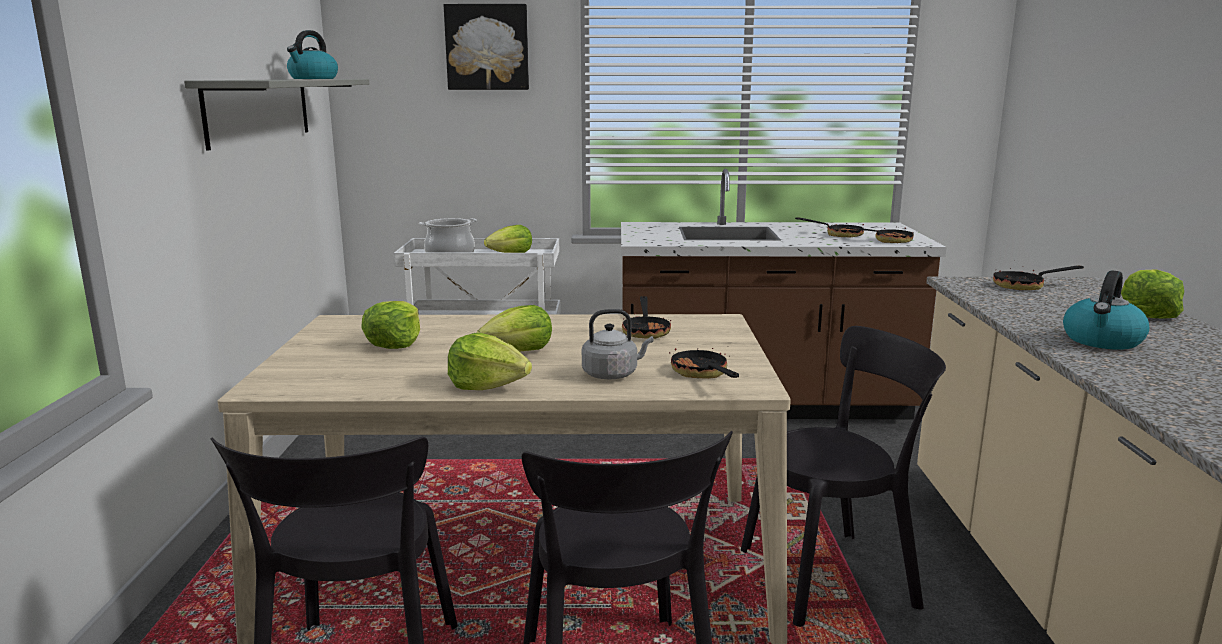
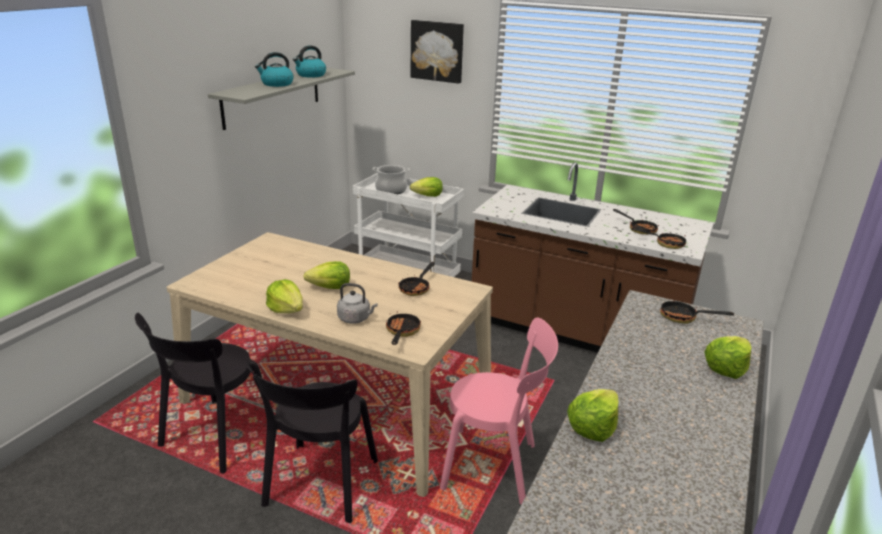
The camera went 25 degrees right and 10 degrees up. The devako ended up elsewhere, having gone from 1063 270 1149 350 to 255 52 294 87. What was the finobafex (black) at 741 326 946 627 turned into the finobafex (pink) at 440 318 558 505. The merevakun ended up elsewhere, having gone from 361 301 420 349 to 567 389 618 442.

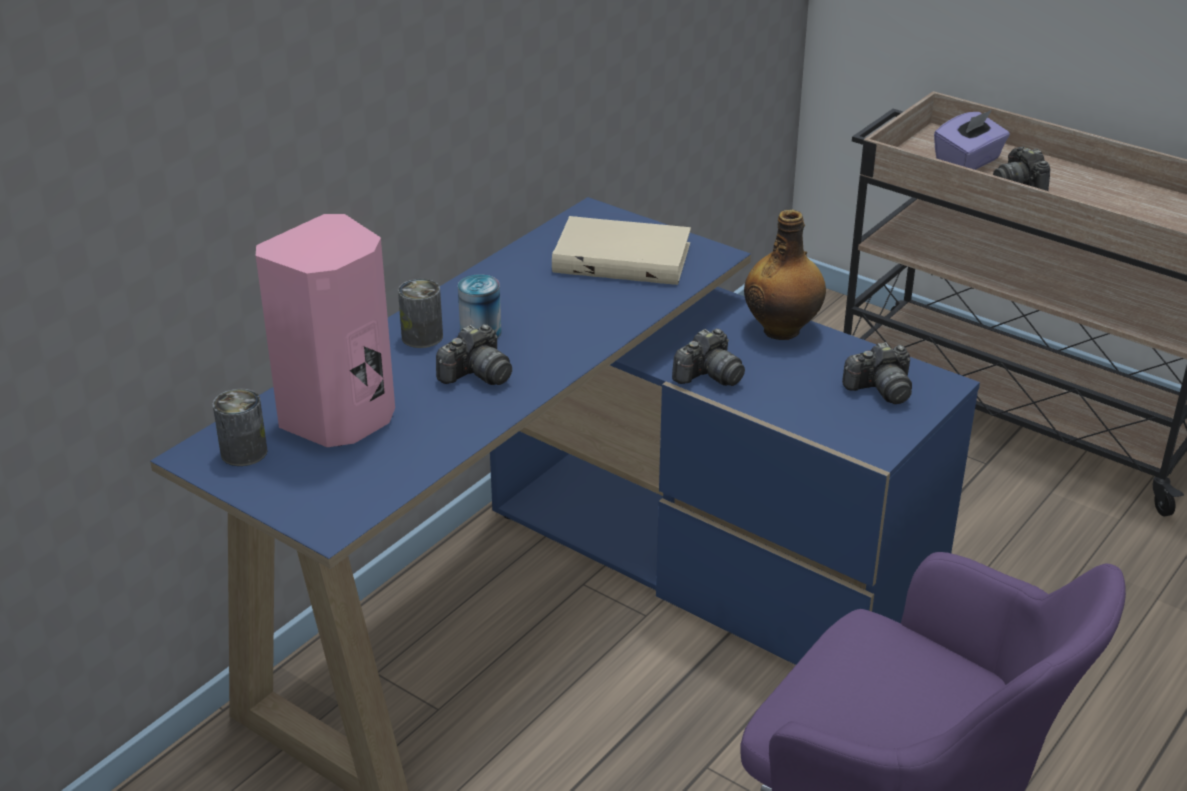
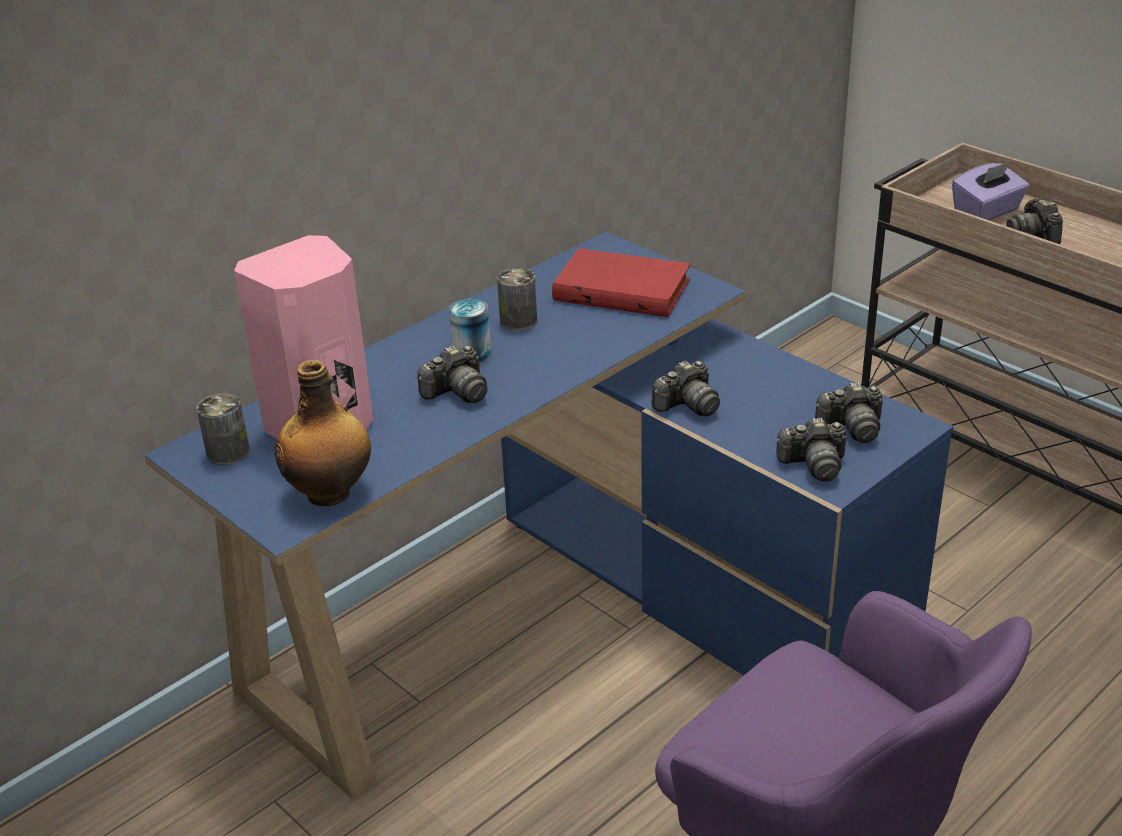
The camera went 10 degrees right and 0 degrees up. The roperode ended up elsewhere, having gone from 744 210 826 340 to 275 360 371 507. The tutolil ended up elsewhere, having gone from 398 279 443 348 to 497 268 537 330. What was the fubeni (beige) at 552 216 691 285 turned into the fubeni (red) at 552 248 690 317. The second view gained the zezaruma at 776 418 846 482.

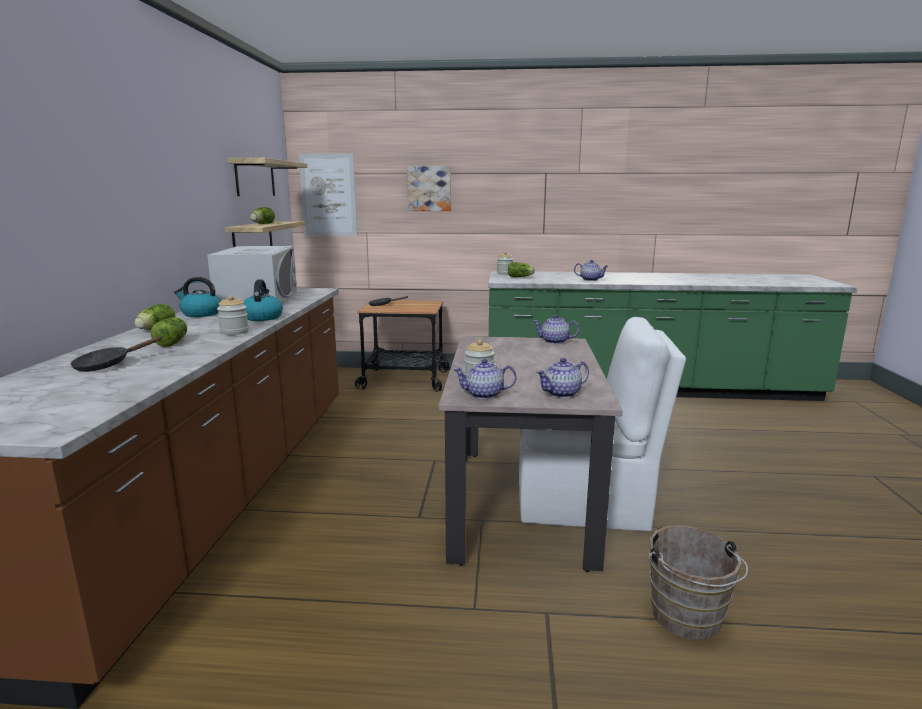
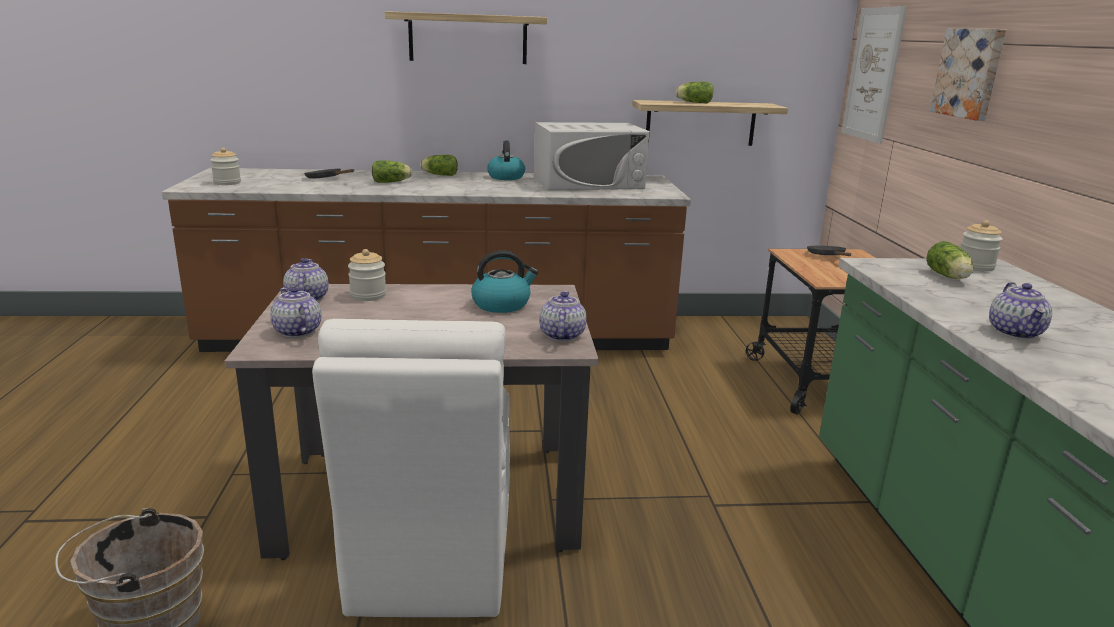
The camera went 80 degrees right and 5 degrees up. The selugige ended up elsewhere, having gone from 217 295 249 335 to 210 148 241 185. The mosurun ended up elsewhere, having gone from 227 158 308 196 to 385 11 547 64. The devako ended up elsewhere, having gone from 243 280 283 321 to 471 250 539 313.

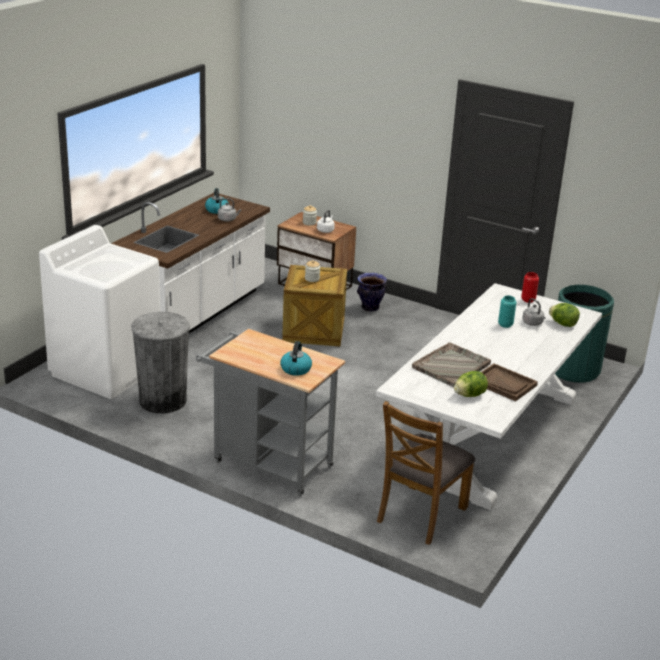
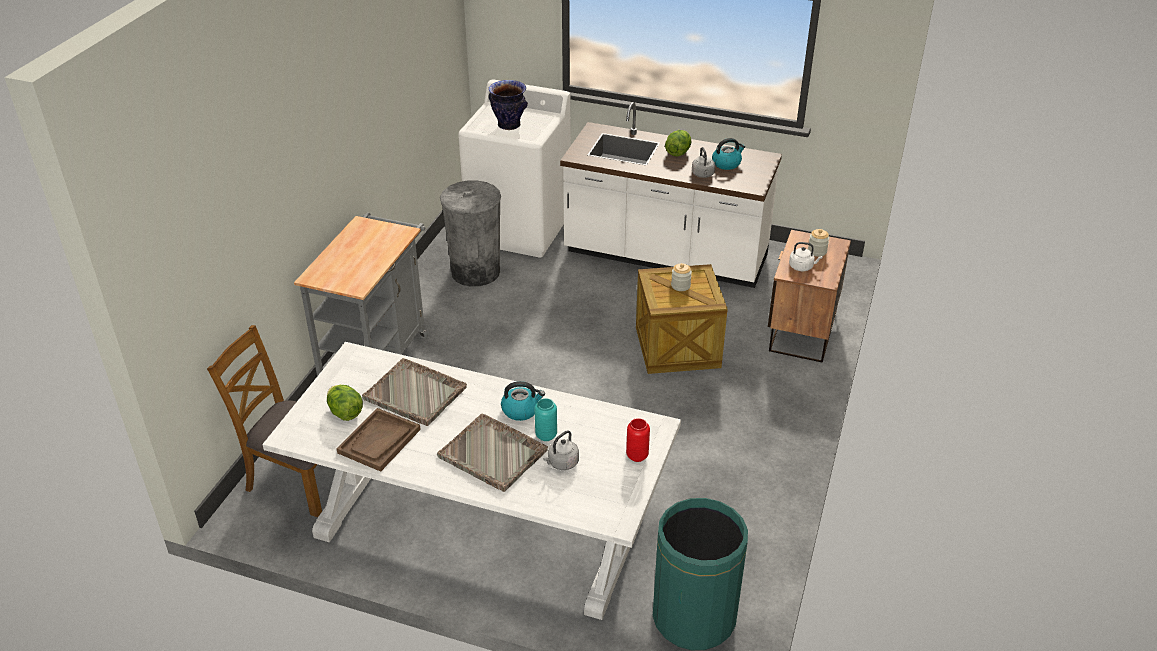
The camera went 80 degrees right and 10 degrees up. The second view gained the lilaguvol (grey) at 437 413 548 492. The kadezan ended up elsewhere, having gone from 357 273 387 312 to 488 80 528 130. The devako ended up elsewhere, having gone from 280 341 312 376 to 501 381 545 421. The merevakun ended up elsewhere, having gone from 549 303 580 327 to 665 130 691 156.

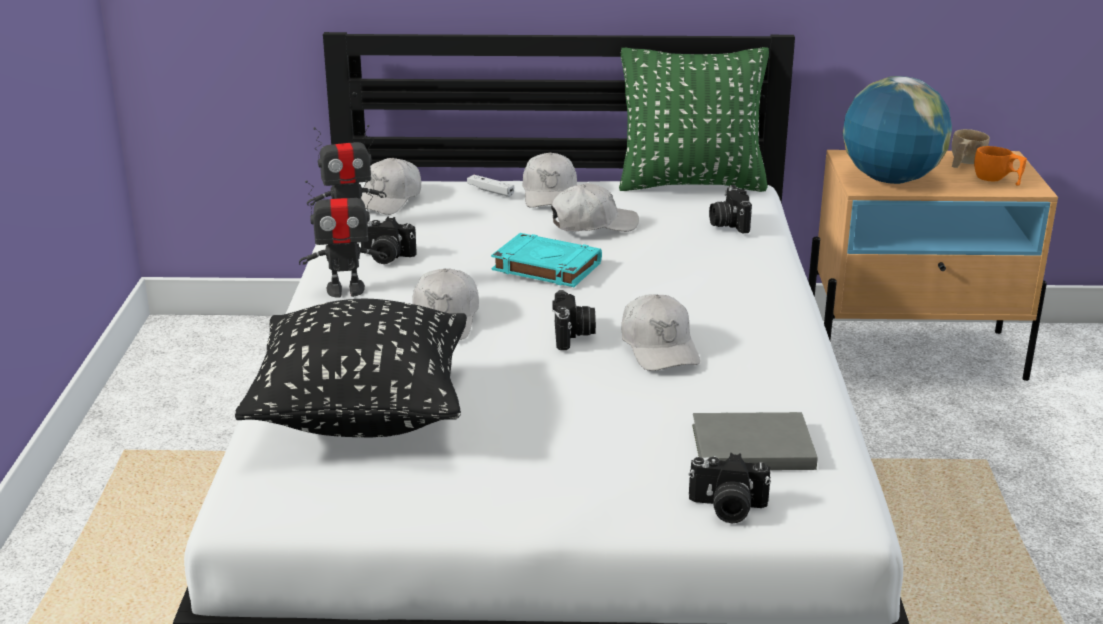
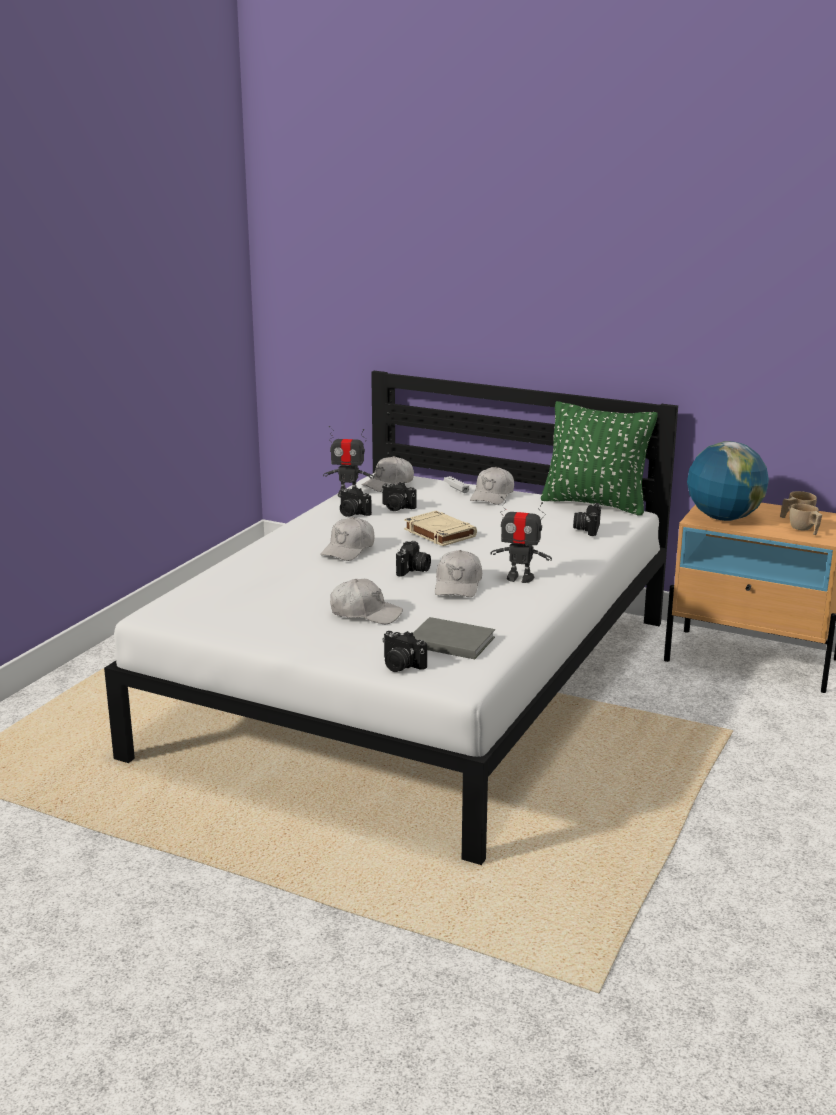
The camera went 25 degrees right and 5 degrees down. The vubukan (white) ended up elsewhere, having gone from 551 183 639 232 to 330 579 403 624. The second view gained the zezaruma at 381 482 416 511. What was the fubeni (turquoise) at 491 233 602 287 turned into the fubeni (beige) at 404 511 477 546. The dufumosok ended up elsewhere, having gone from 299 180 388 298 to 491 496 552 583. What was the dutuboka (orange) at 974 146 1027 185 turned into the dutuboka (beige) at 790 504 822 535. The second view lost the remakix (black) at 235 299 467 437.

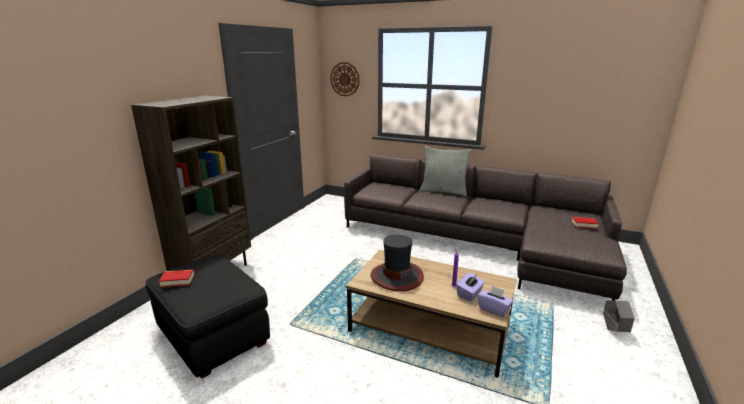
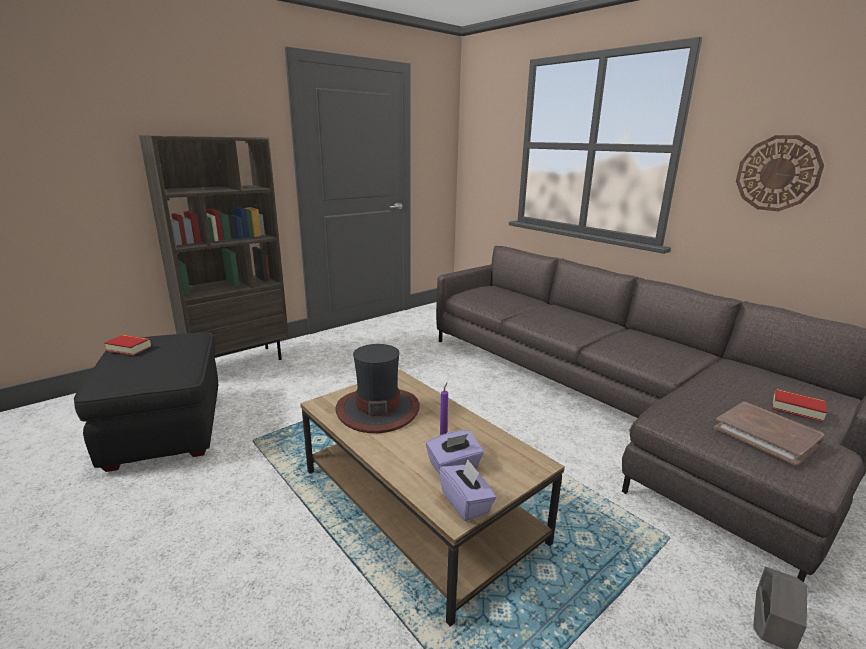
The camera went 25 degrees right and 0 degrees up. The second view gained the fubeni (brown) at 714 402 824 466. The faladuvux ended up elsewhere, having gone from 330 62 359 96 to 736 135 824 211. The second view lost the remakix (grey) at 419 146 472 197.

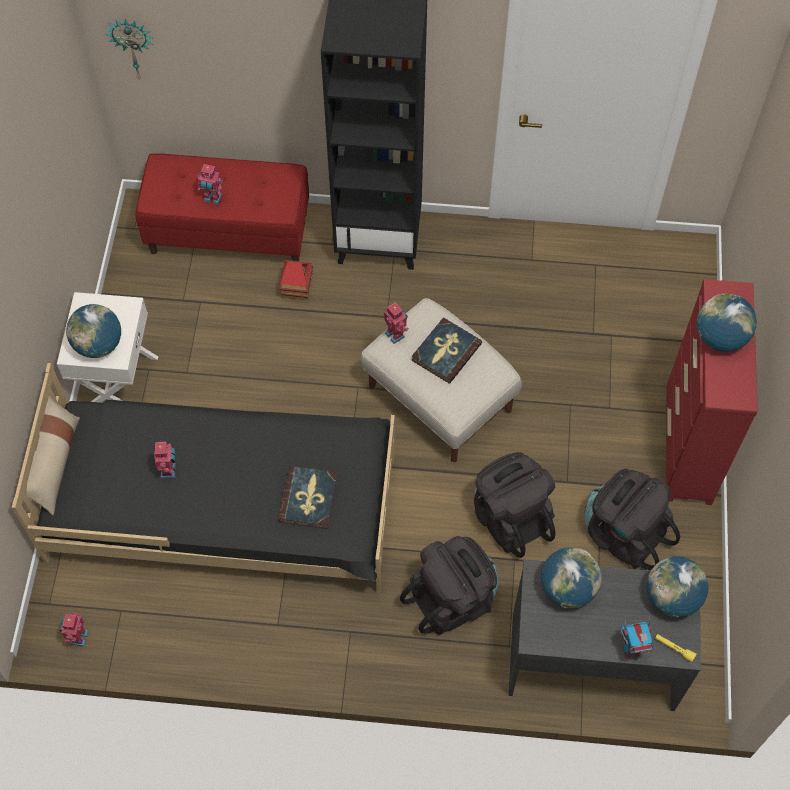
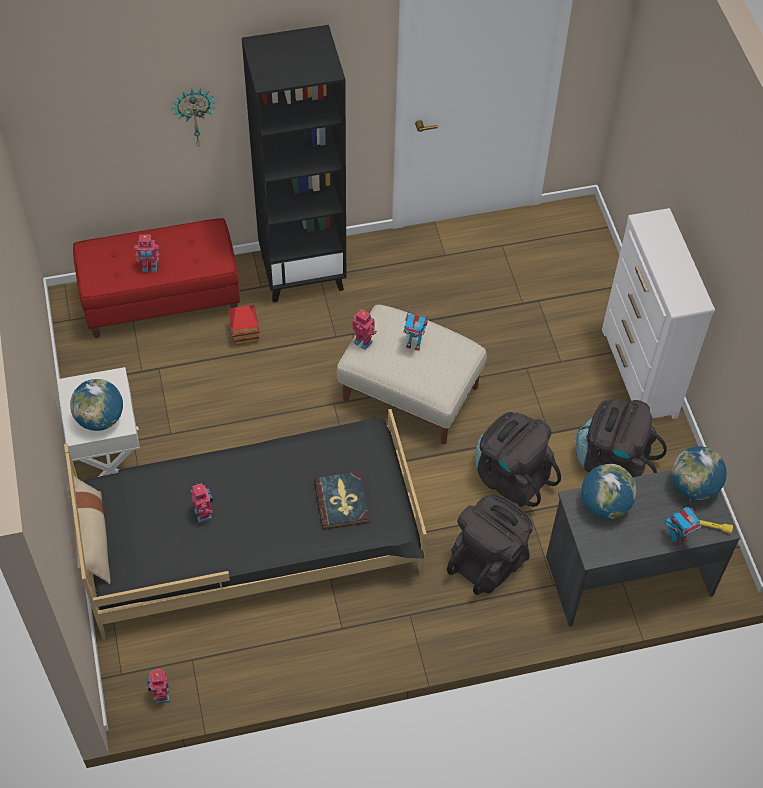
The camera went 20 degrees left and 5 degrees down. The faladuvux ended up elsewhere, having gone from 105 19 153 80 to 171 89 216 147. Where the fubeni stood at 412 317 482 384, the dufumosok came to stand at 403 305 429 351. What was the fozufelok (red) at 666 279 758 505 turned into the fozufelok (white) at 602 208 715 419. The second view lost the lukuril at 697 293 757 352.

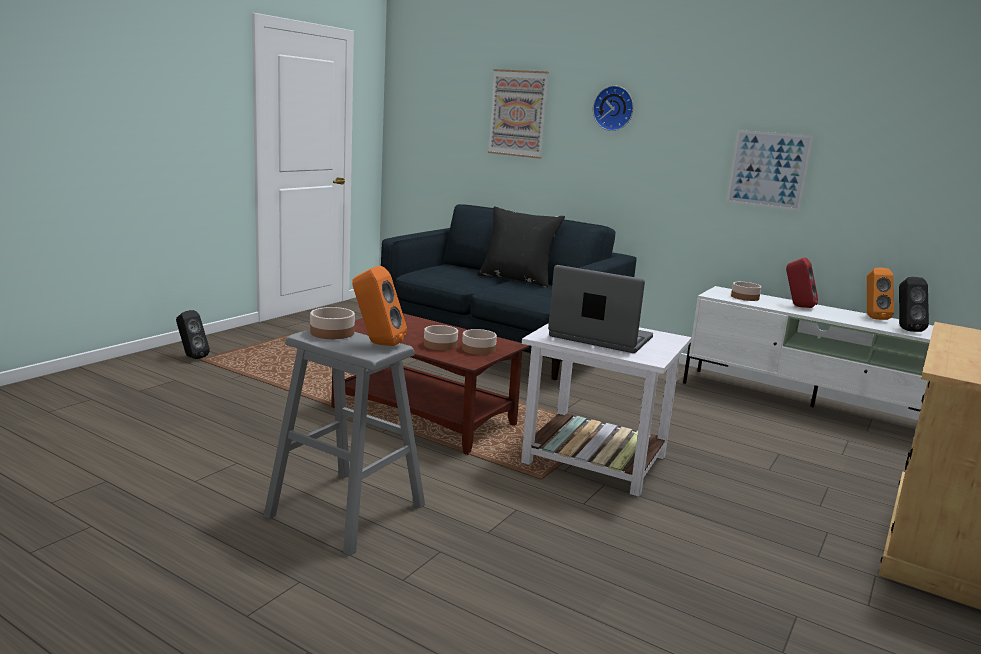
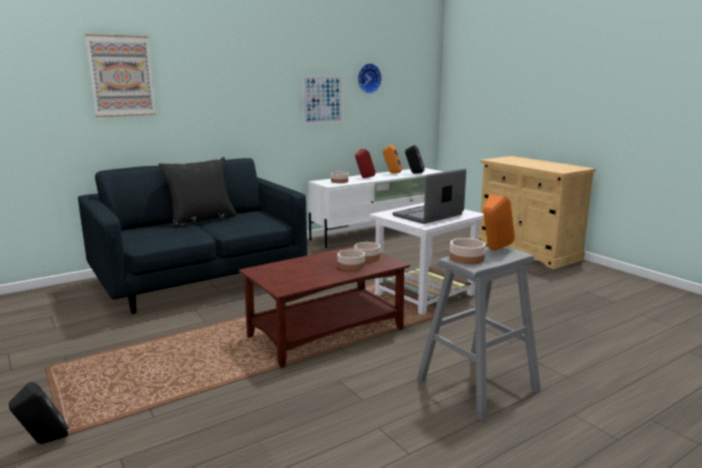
The camera went 65 degrees left and 0 degrees up. The faladuvux ended up elsewhere, having gone from 593 86 634 131 to 358 63 382 94.

